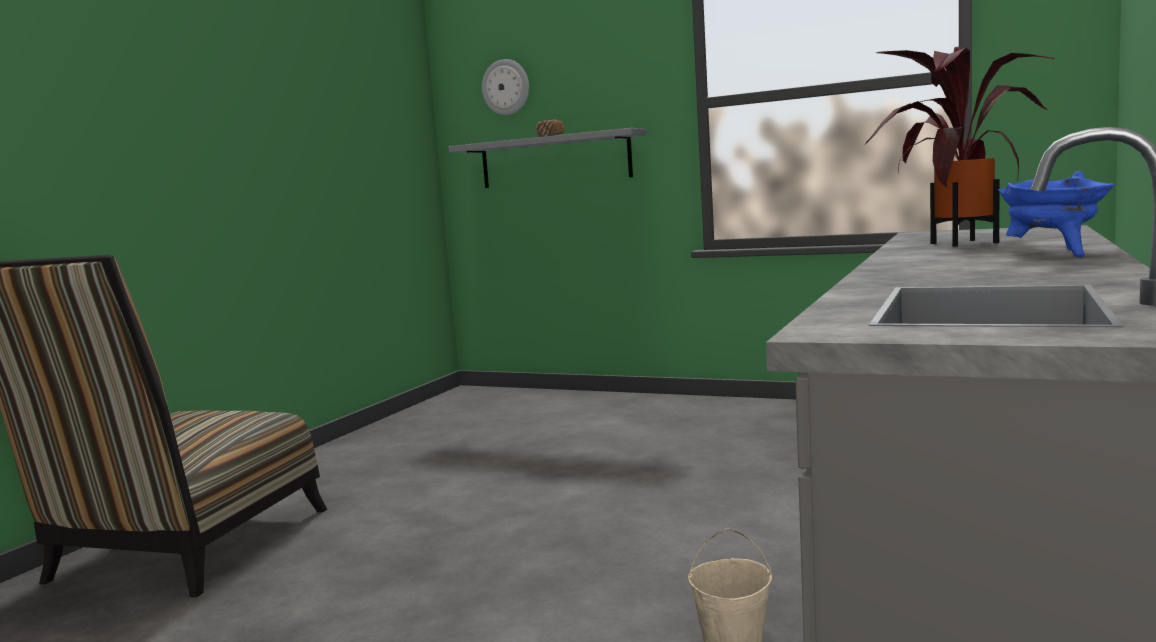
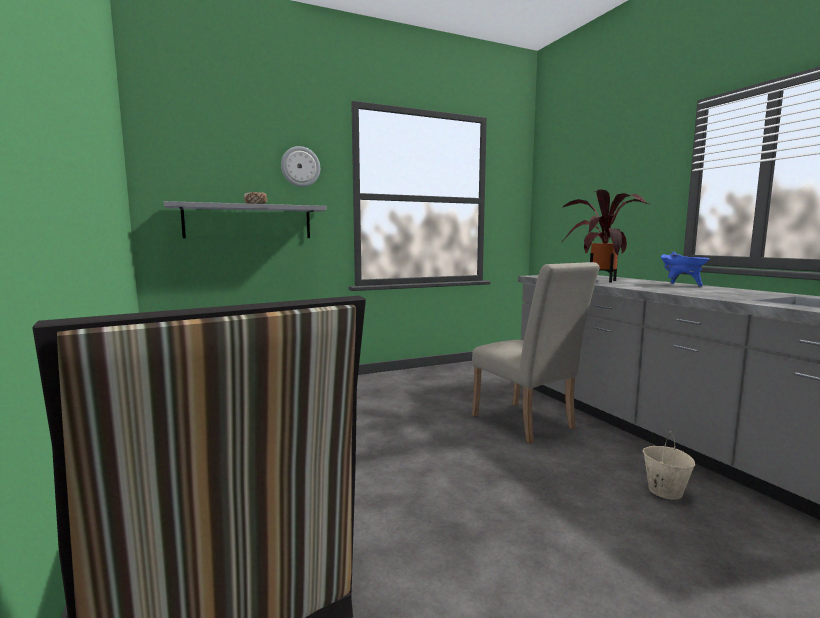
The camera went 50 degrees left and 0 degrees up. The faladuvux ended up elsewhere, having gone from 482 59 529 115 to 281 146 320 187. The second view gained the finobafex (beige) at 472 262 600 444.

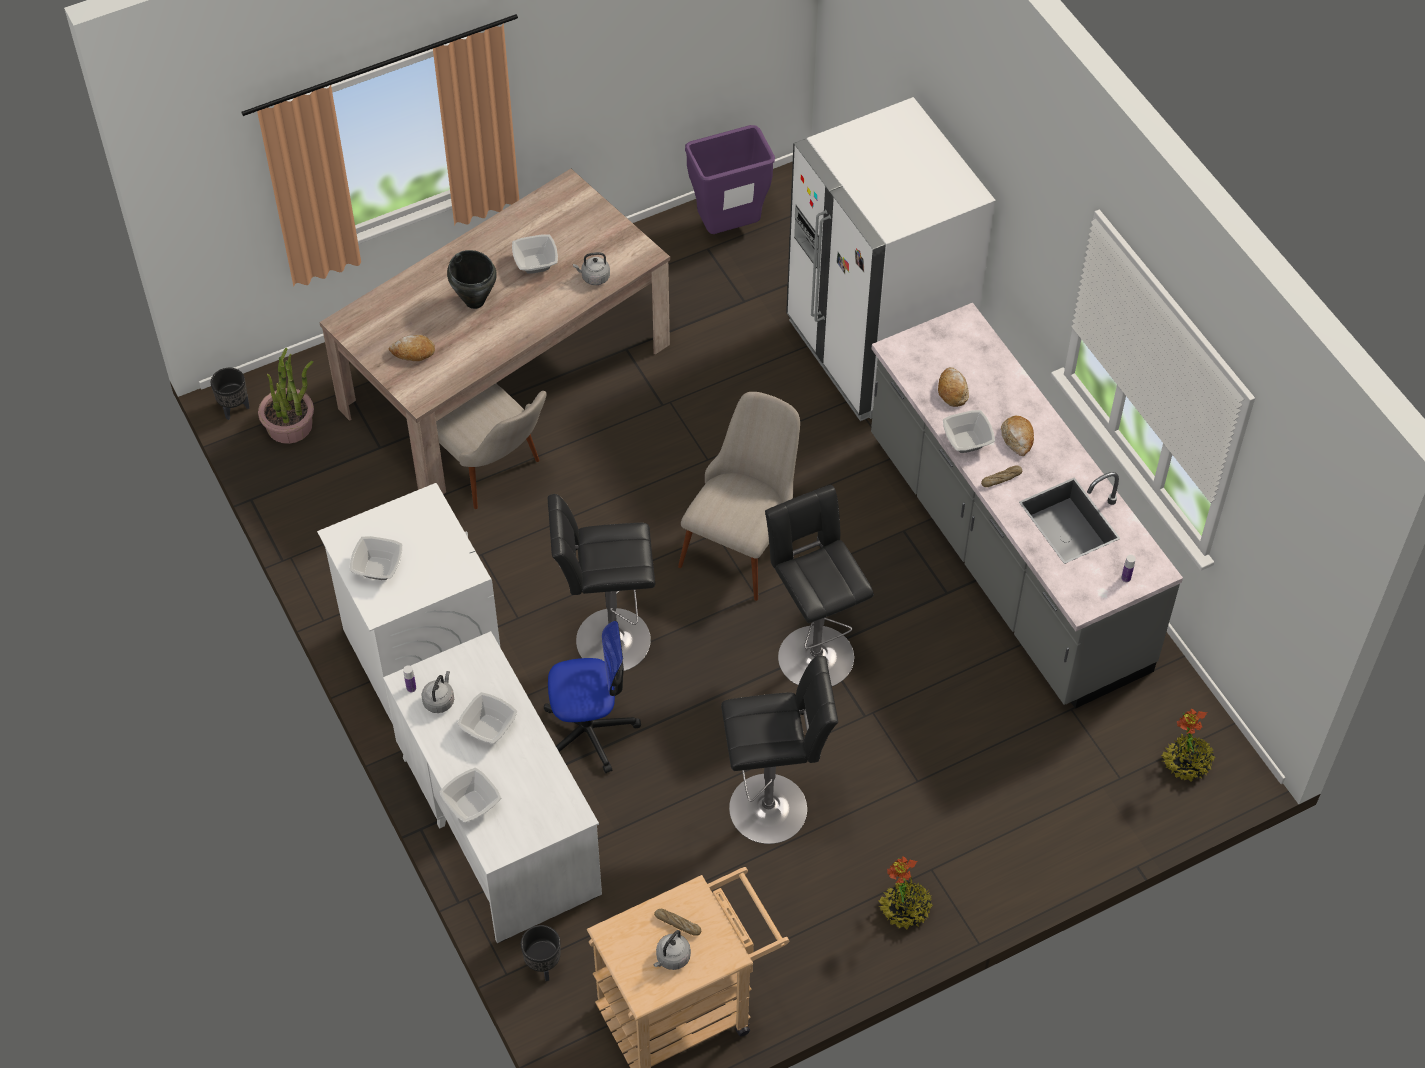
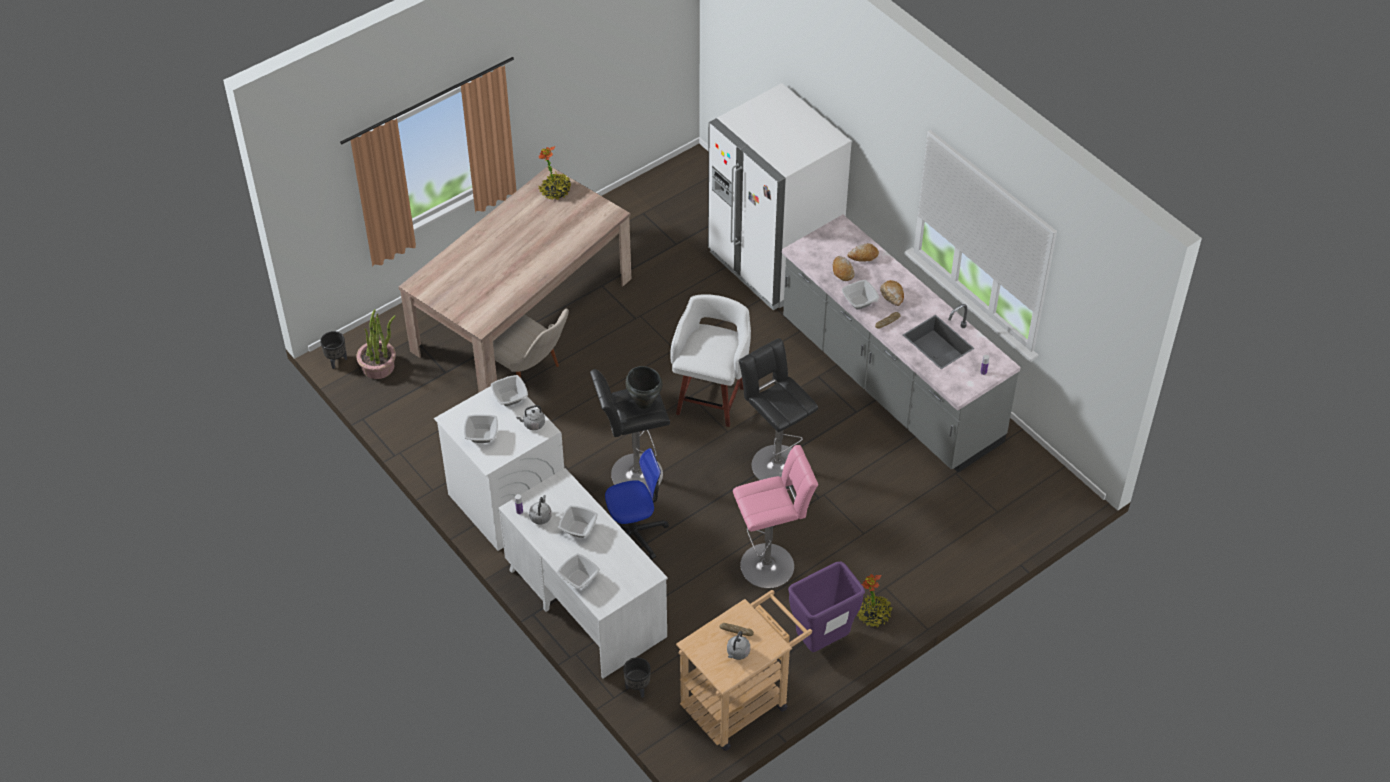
The camera went 10 degrees left and 5 degrees down. The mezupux ended up elsewhere, having gone from 512 234 558 273 to 491 375 528 406. The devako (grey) ended up elsewhere, having gone from 573 252 610 285 to 516 405 545 430. The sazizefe ended up elsewhere, having gone from 1160 709 1216 782 to 538 146 571 200. The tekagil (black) ended up elsewhere, having gone from 447 250 497 309 to 625 366 662 409. Where the finobafex (beige) stood at 678 392 800 601, the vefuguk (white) came to stand at 671 294 751 427. What was the vefuguk (black) at 721 655 838 844 turned into the vefuguk (pink) at 733 445 818 588. The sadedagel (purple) ended up elsewhere, having gone from 685 125 775 234 to 788 561 865 652. The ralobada ended up elsewhere, having gone from 389 335 435 361 to 847 243 879 261.

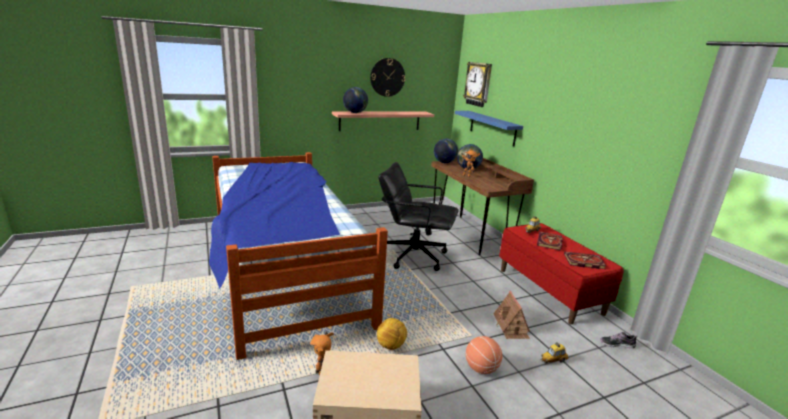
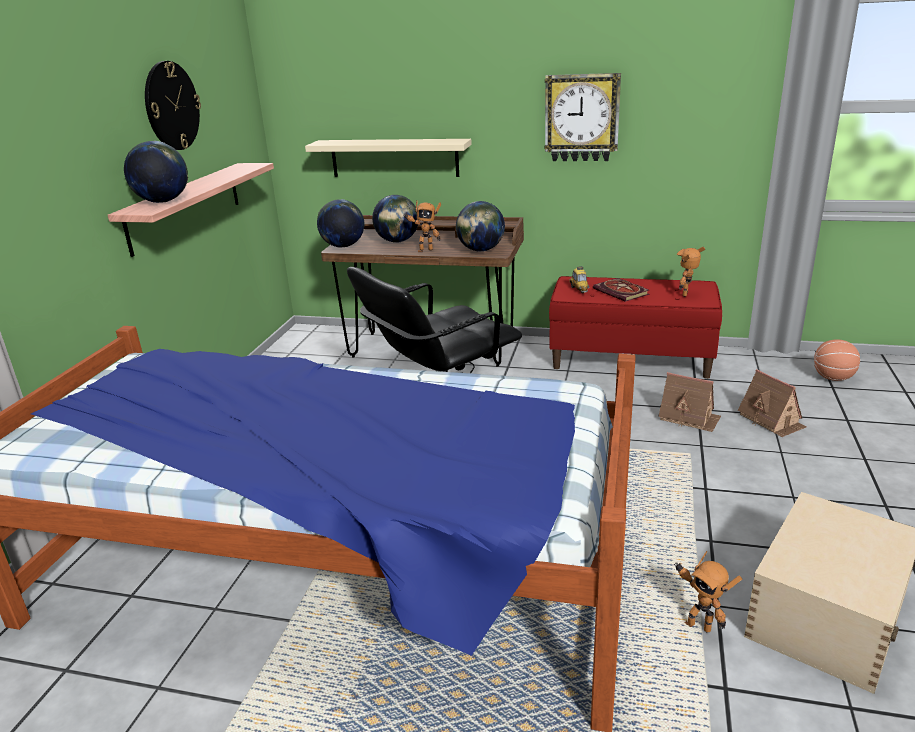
The camera went 50 degrees left and 5 degrees up. What was the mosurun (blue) at 455 111 523 146 turned into the mosurun (beige) at 305 139 472 177. The second view gained the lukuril at 456 201 505 252. The faladuvux ended up elsewhere, having gone from 463 62 492 107 to 545 73 621 161. Where the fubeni stood at 564 252 606 269, the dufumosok came to stand at 676 247 705 297. Where the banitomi stood at 541 342 569 363, the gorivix came to stand at 737 369 807 437. The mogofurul ended up elsewhere, having gone from 466 336 502 374 to 814 339 860 381. The second view lost the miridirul at 377 318 407 350. The second view lost the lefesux at 600 332 637 348.

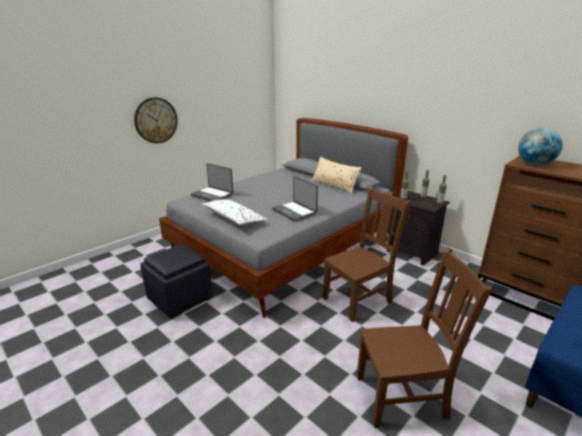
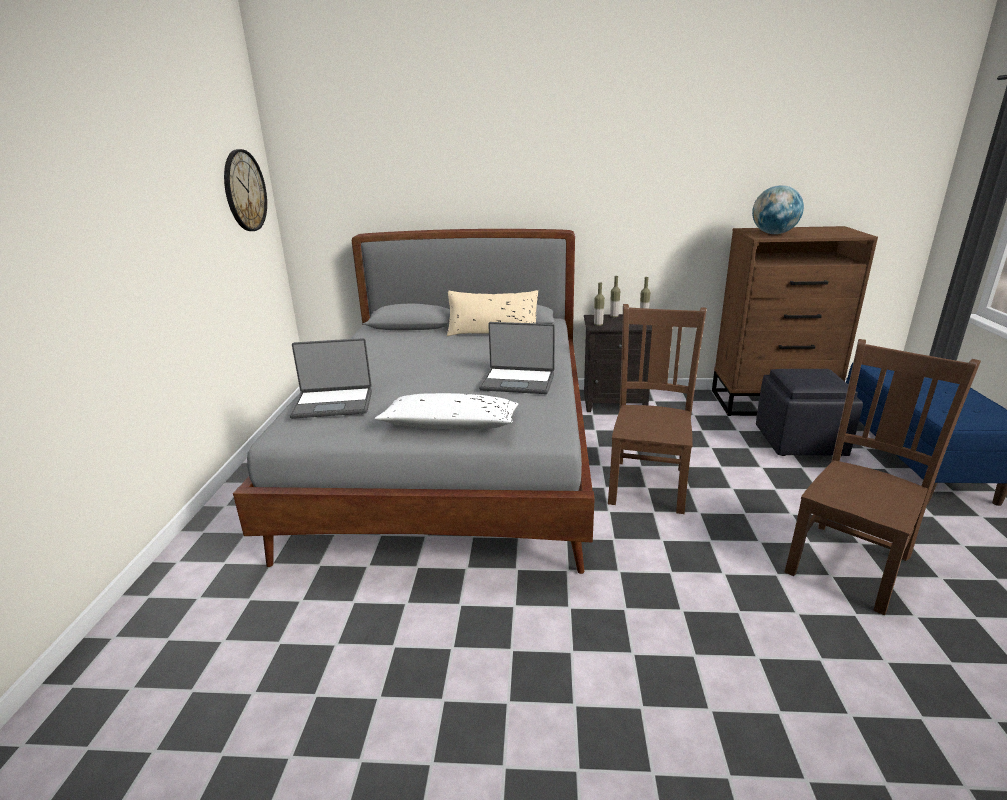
The camera went 40 degrees left and 0 degrees up. The faladuvux ended up elsewhere, having gone from 134 97 178 143 to 224 149 267 231. The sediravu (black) ended up elsewhere, having gone from 140 244 213 319 to 756 369 863 456.

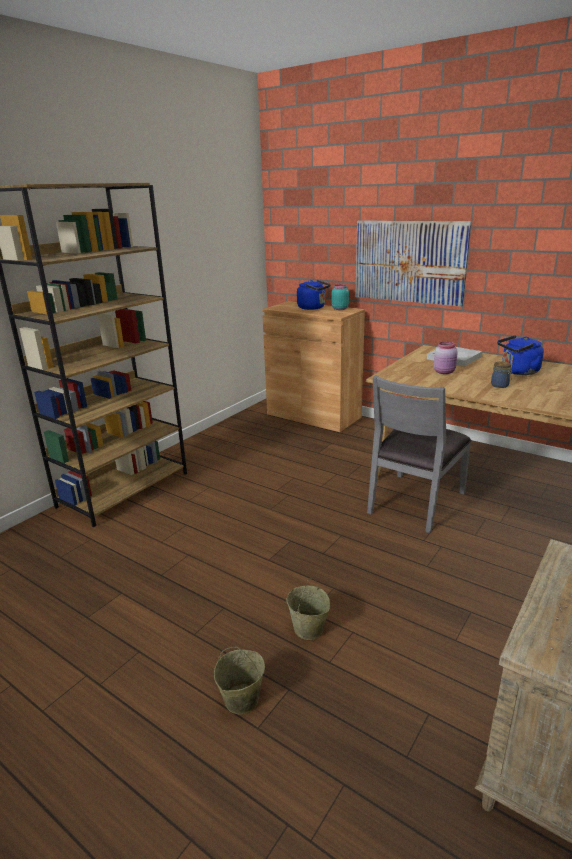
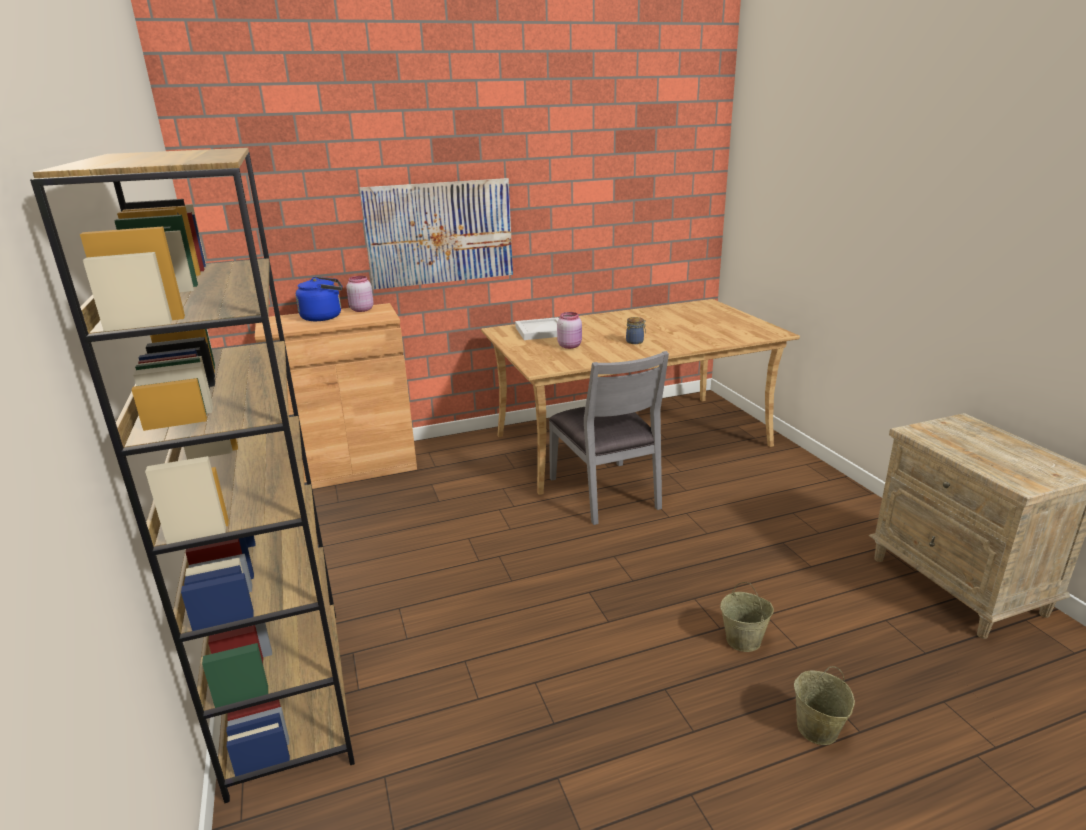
The camera went 55 degrees left and 0 degrees up. What was the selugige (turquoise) at 332 284 349 310 turned into the selugige (pink) at 346 276 374 312. The second view lost the devako (blue) at 497 335 544 375.

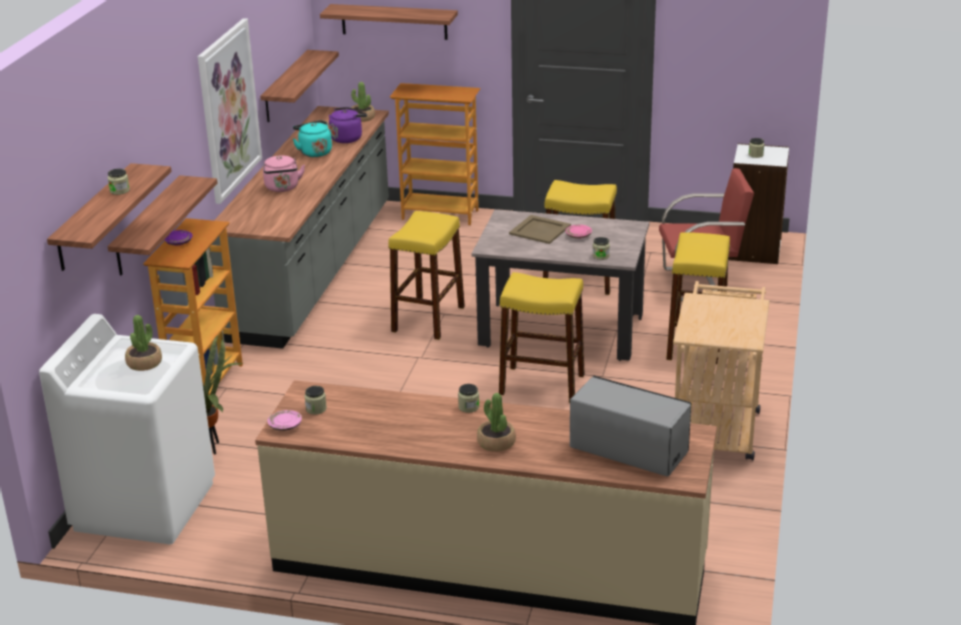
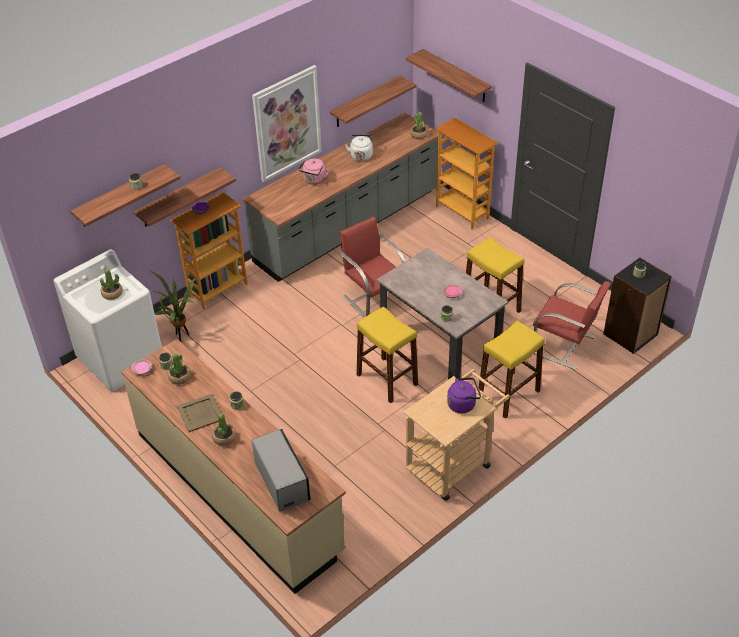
The camera went 35 degrees right and 15 degrees up. The second view gained the sazizefe at 168 354 191 385. The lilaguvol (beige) ended up elsewhere, having gone from 509 215 571 244 to 177 394 221 432. Where the vefuguk (yellow) stood at 388 211 465 340, the finobafex (red) came to stand at 339 217 406 318. What was the devako (turquoise) at 293 120 332 157 turned into the devako (white) at 345 135 373 161. The devako (purple) ended up elsewhere, having gone from 329 107 367 143 to 447 378 481 413. What was the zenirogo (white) at 728 143 789 264 turned into the zenirogo (black) at 603 257 672 354.

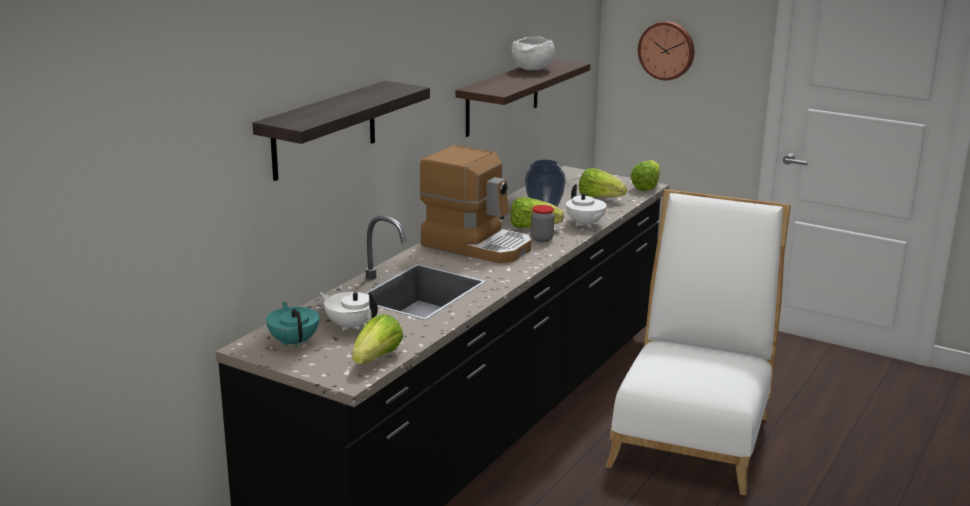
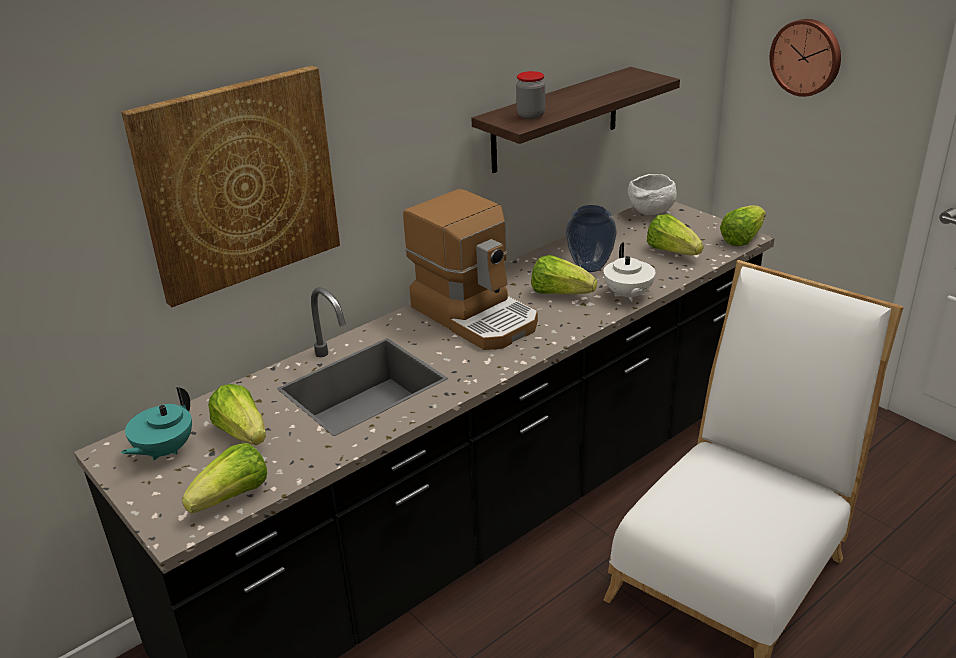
The camera went 20 degrees right and 10 degrees up. Where the mosurun hung at 252 81 430 181, the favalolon came to hang at 121 65 340 307. The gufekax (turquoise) at 266 302 319 348 ended up facing another way, 150 degrees counterclockwise from before. Where the gufekax (white) stood at 320 291 378 331, the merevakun came to stand at 208 384 266 445. The selugige ended up elsewhere, having gone from 531 205 554 242 to 516 71 545 119. The mezupux (white) ended up elsewhere, having gone from 511 36 555 70 to 628 174 677 215.

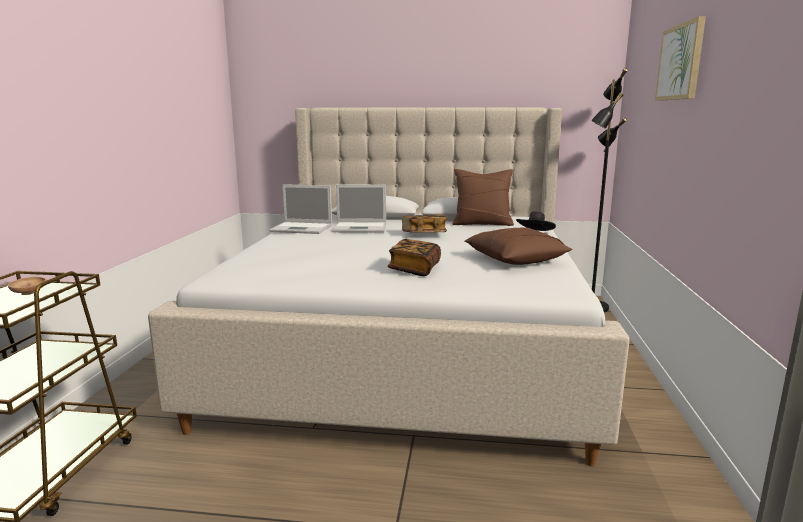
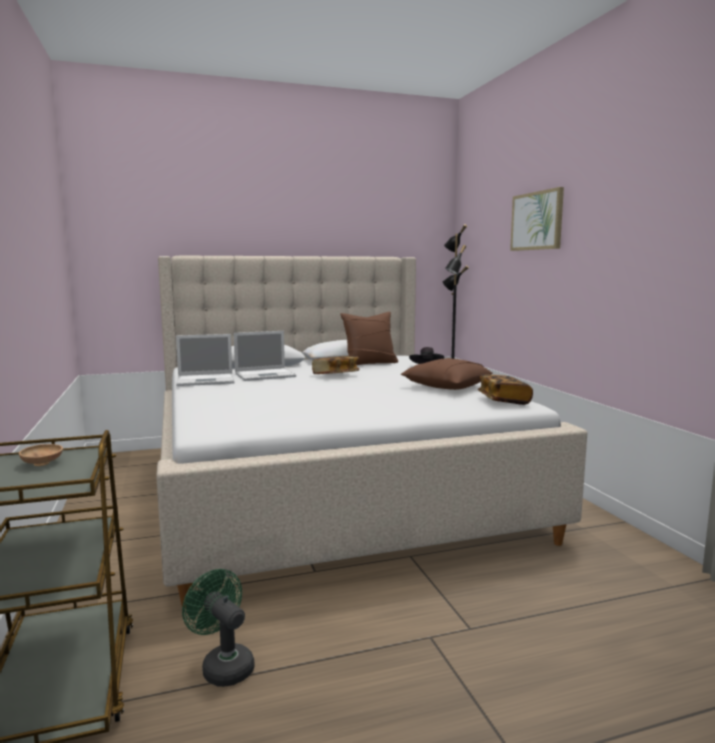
The camera went 25 degrees left and 5 degrees down. The second view gained the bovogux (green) at 182 569 254 687. The fubeni ended up elsewhere, having gone from 388 239 441 276 to 478 374 533 405.

